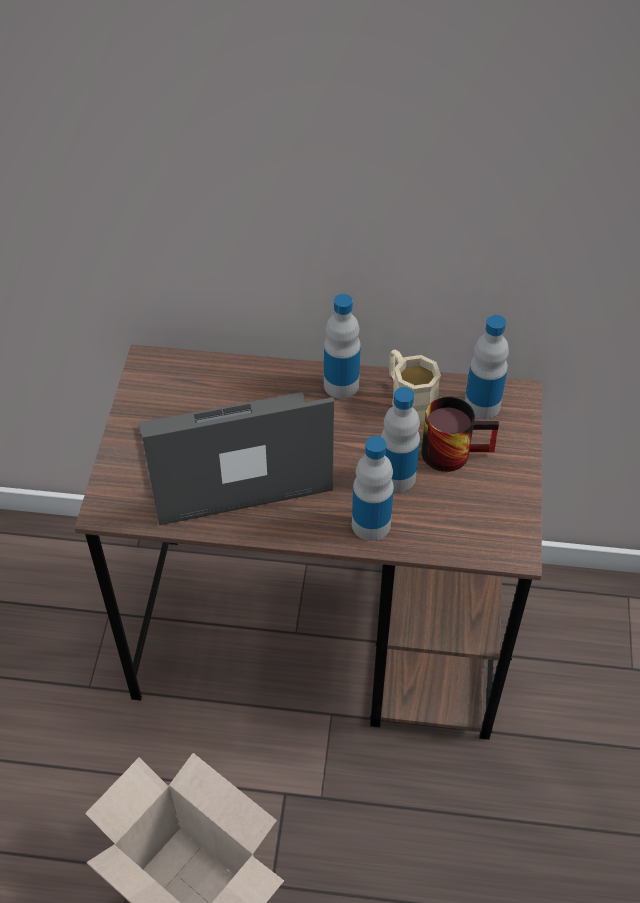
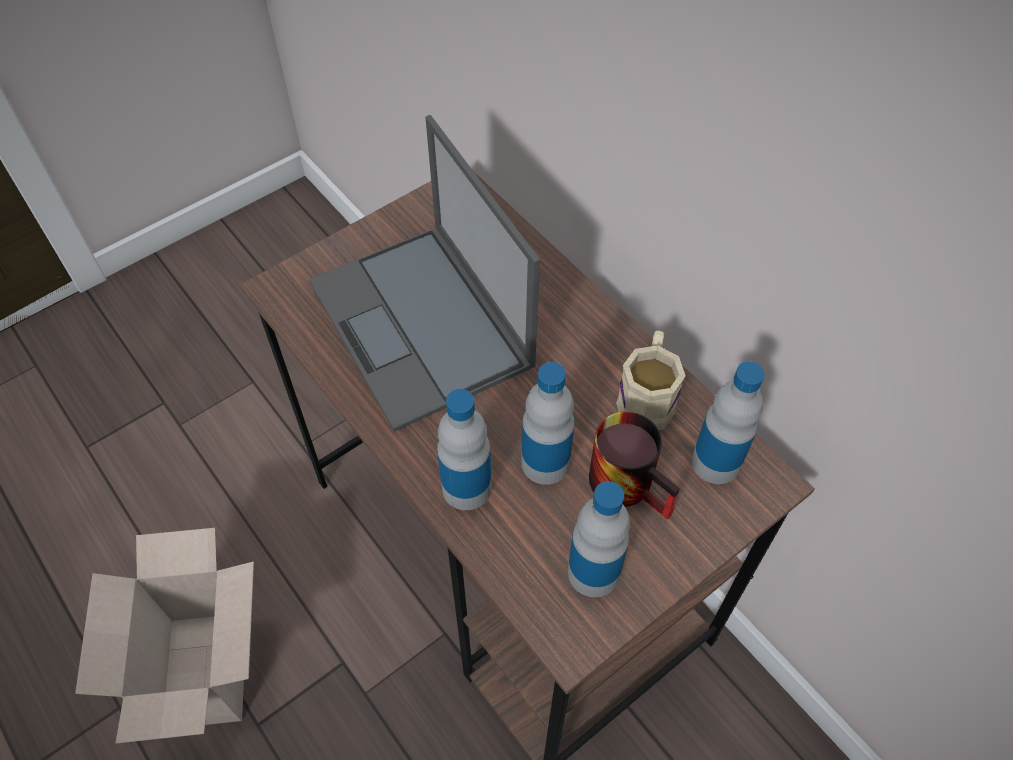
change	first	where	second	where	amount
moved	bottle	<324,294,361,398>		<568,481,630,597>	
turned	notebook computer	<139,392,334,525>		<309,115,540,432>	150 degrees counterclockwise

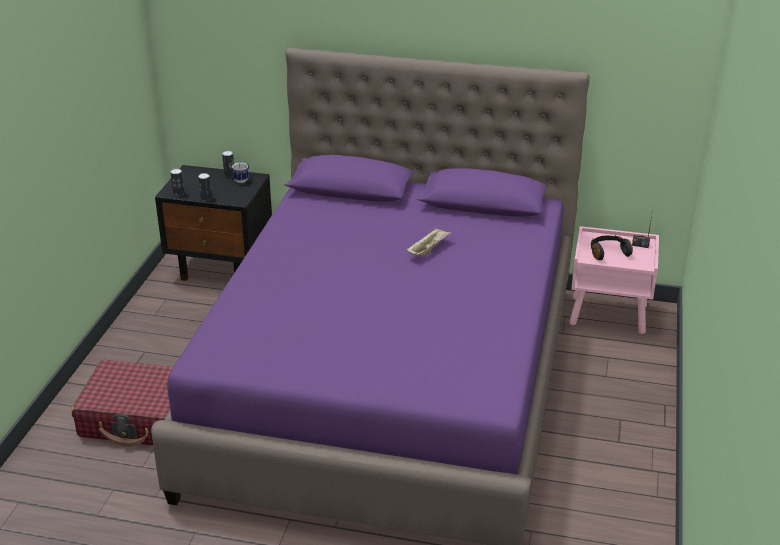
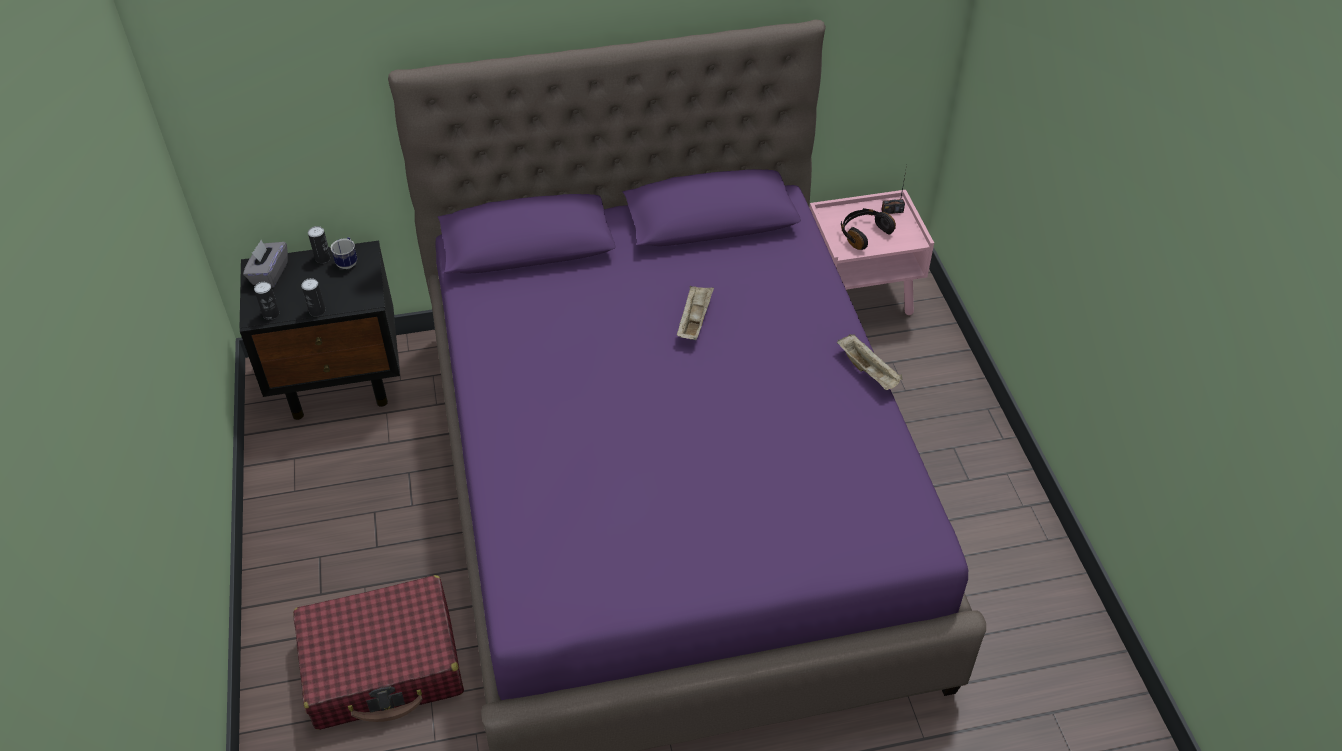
change	first	where	second	where	amount
added			tissue box/gray	<243,240,288,287>	
added			serving tray/beige-coloured	<837,334,902,390>	

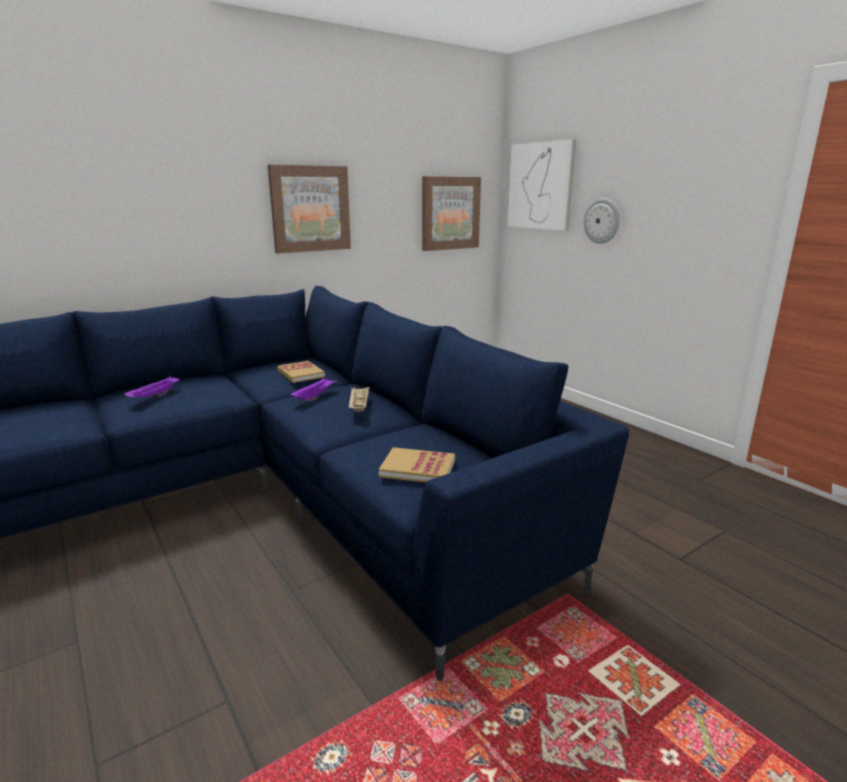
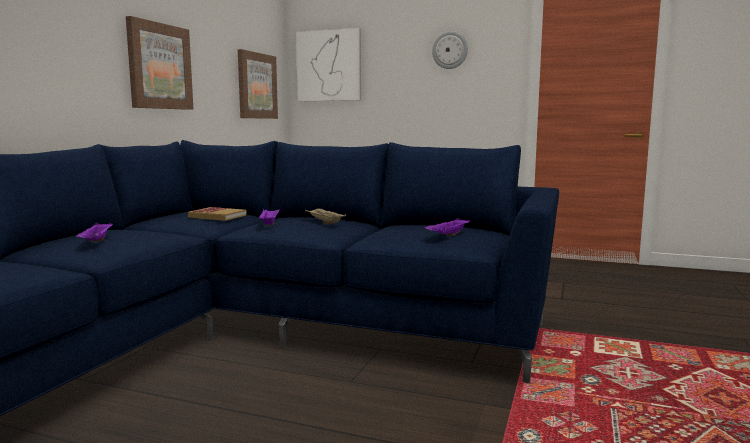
change	first	where	second	where	amount
moved	wall clock	<584,198,620,244>		<432,31,468,69>	
replaced	book	<379,447,455,483>	serving tray/purple-coloured	<424,218,470,236>	

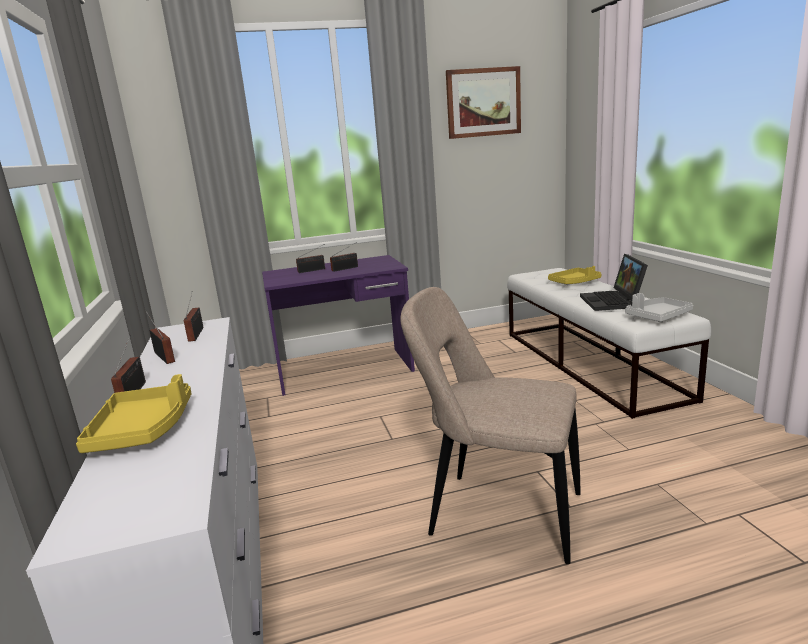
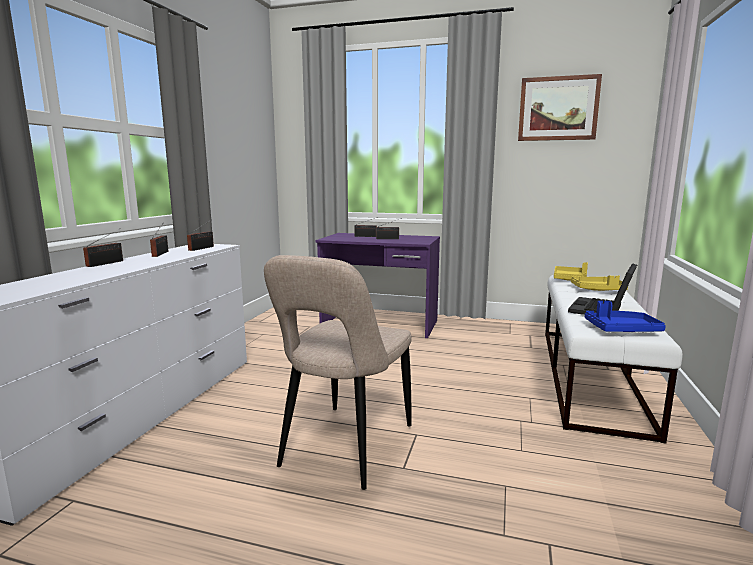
change	first	where	second	where	amount
turned	upright chair/beige-coloured	<400,287,581,564>		<264,255,412,490>	120 degrees counterclockwise
recoloured	serving tray/gray	<625,293,693,322>	serving tray/blue	<585,301,666,332>	
moved	serving tray/yellow	<76,374,191,453>		<554,262,588,281>	

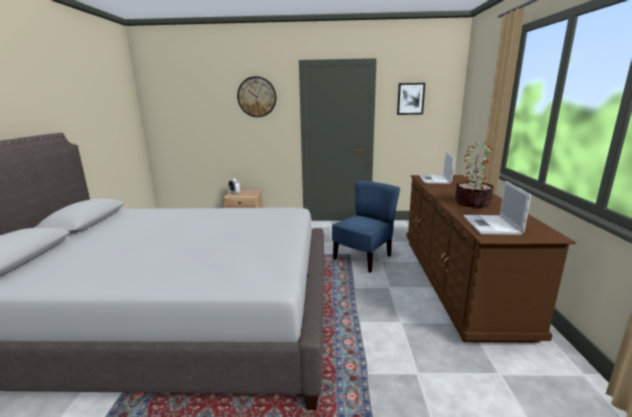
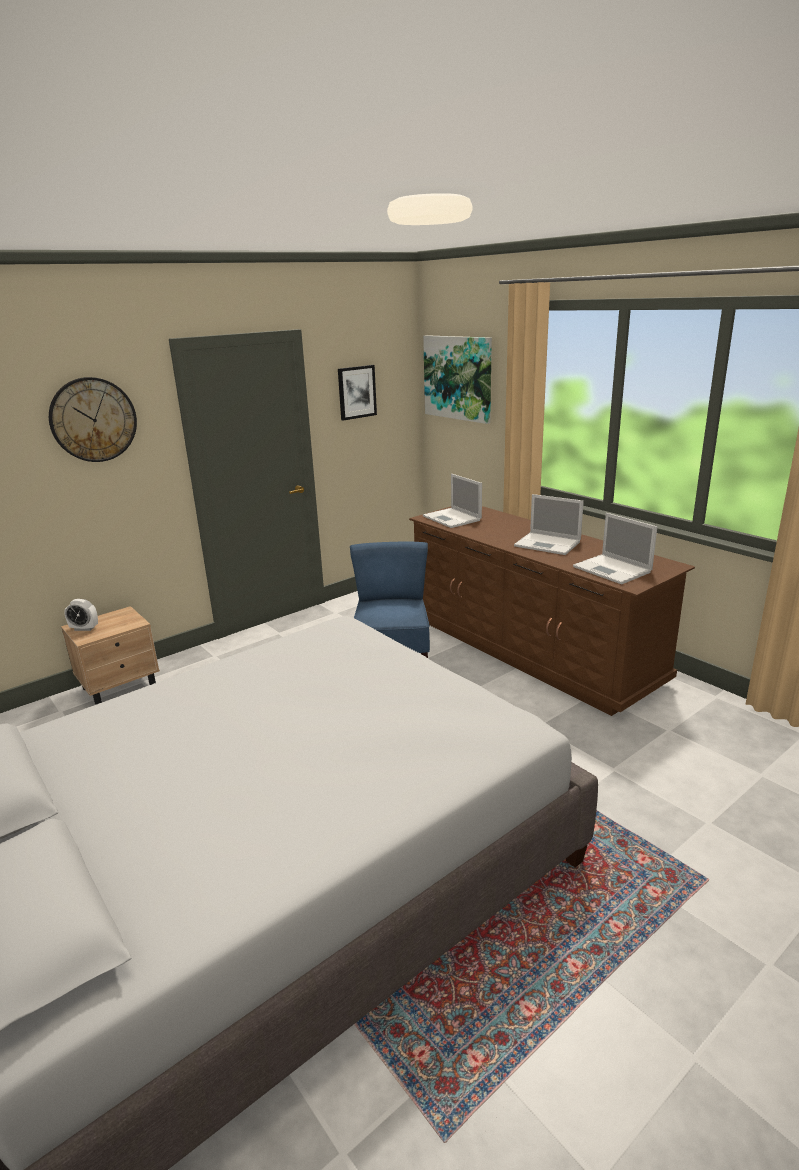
change	first	where	second	where	amount
replaced	houseplant	<455,142,494,207>	notebook computer	<514,494,584,555>	
added			picture	<423,335,492,424>	

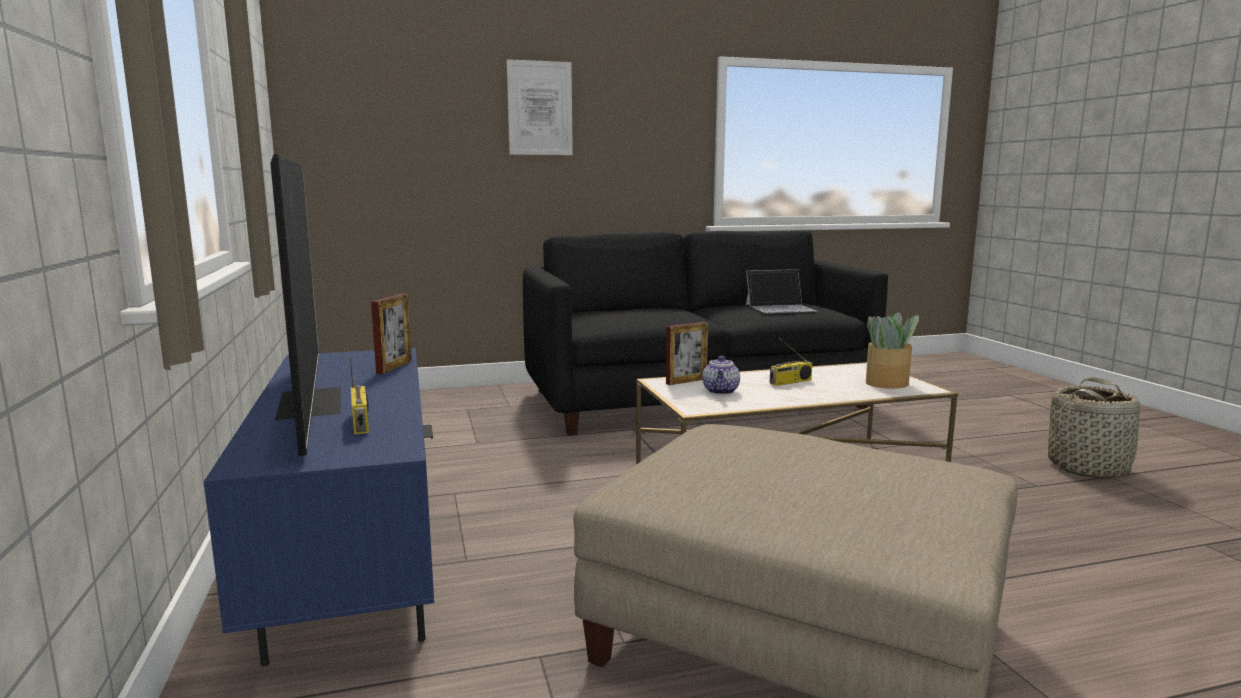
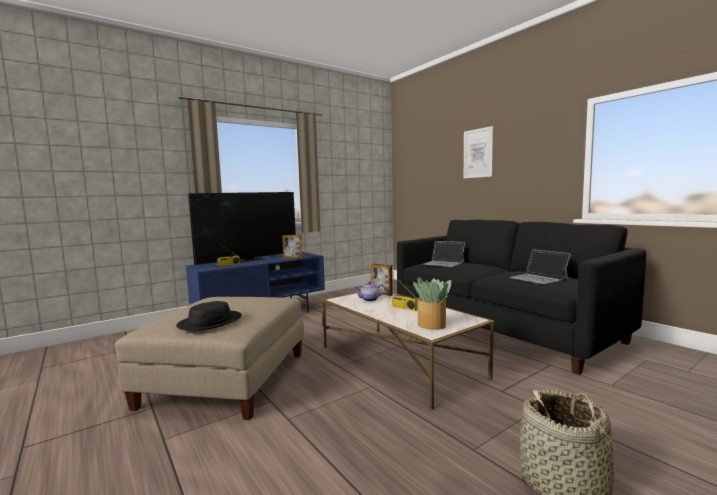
change	first	where	second	where	amount
added			notebook computer	<423,241,465,267>	
added			hat/black	<176,301,242,331>	

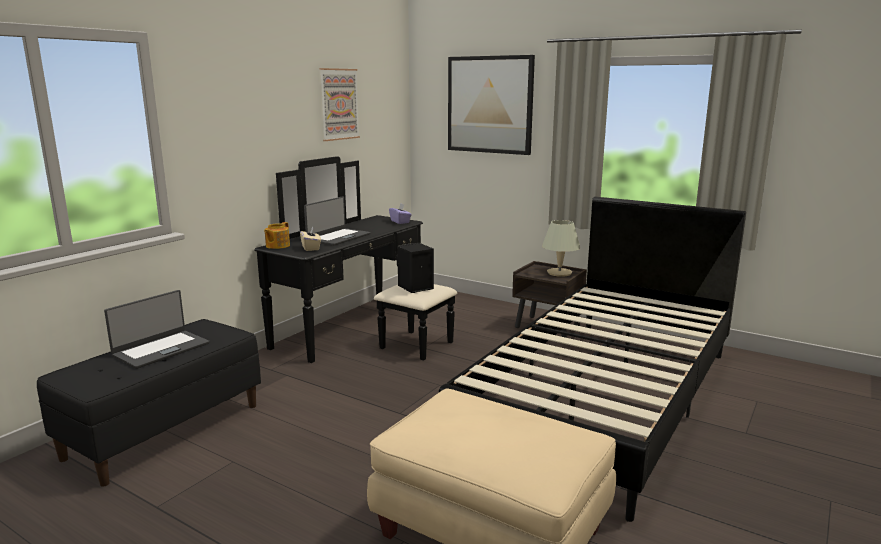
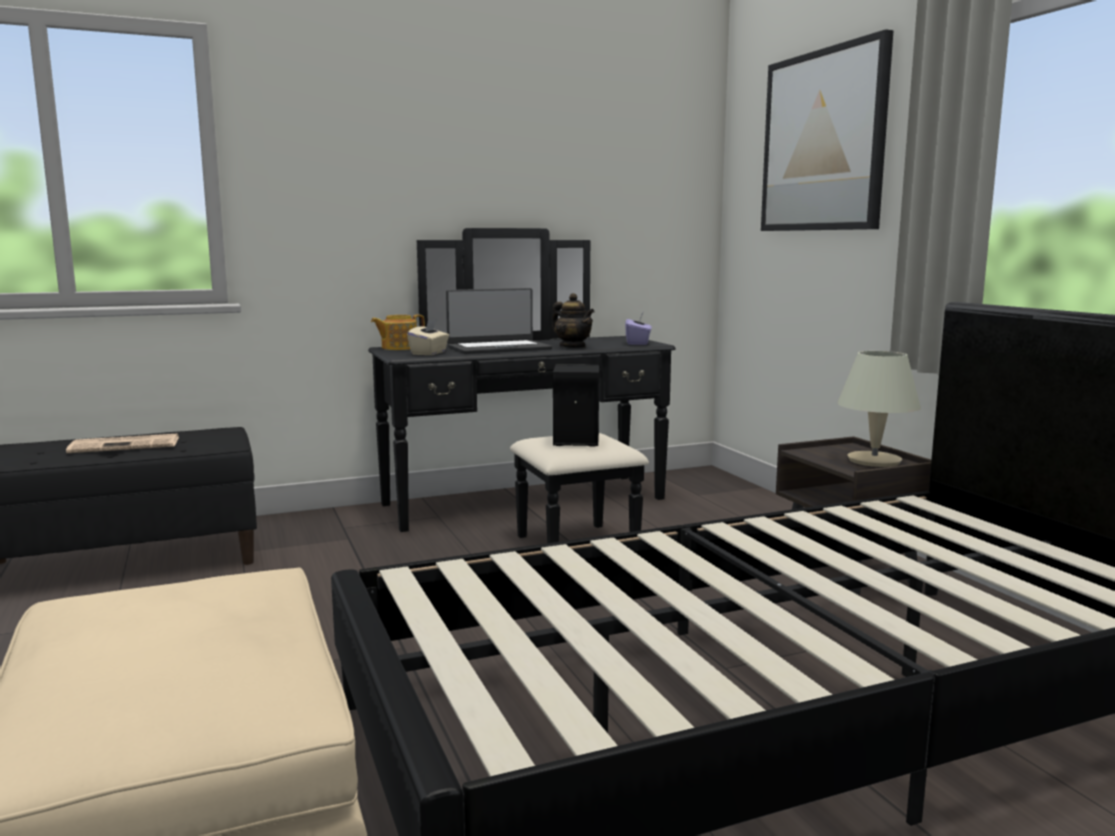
change	first	where	second	where	amount
removed	picture	<319,68,360,141>			
replaced	notebook computer	<104,290,209,369>	printed paper	<66,434,179,453>	
added			pot for tea	<552,293,594,348>	

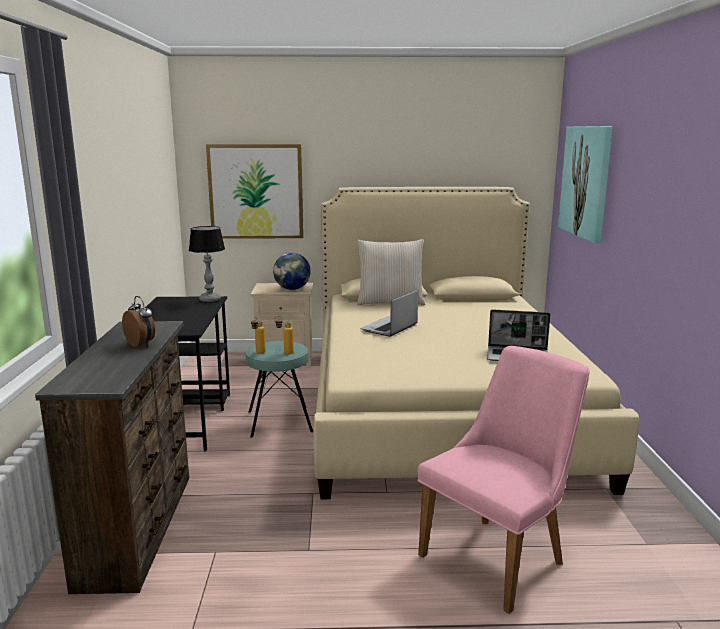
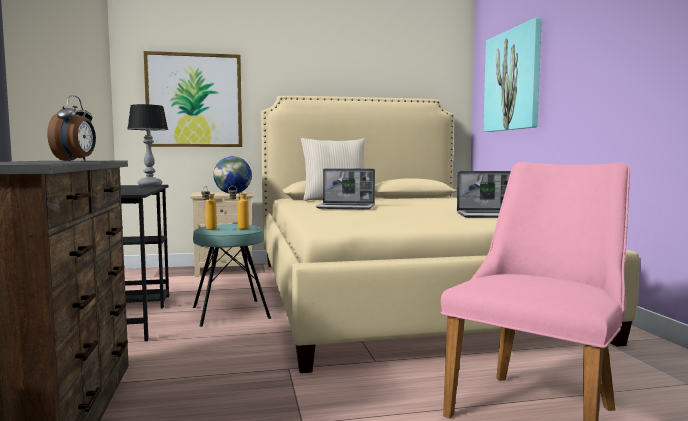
change	first	where	second	where	amount
turned	notebook computer	<360,289,418,337>		<316,168,375,210>	105 degrees counterclockwise
turned	bedside clock	<122,296,155,347>		<47,95,96,161>	60 degrees clockwise

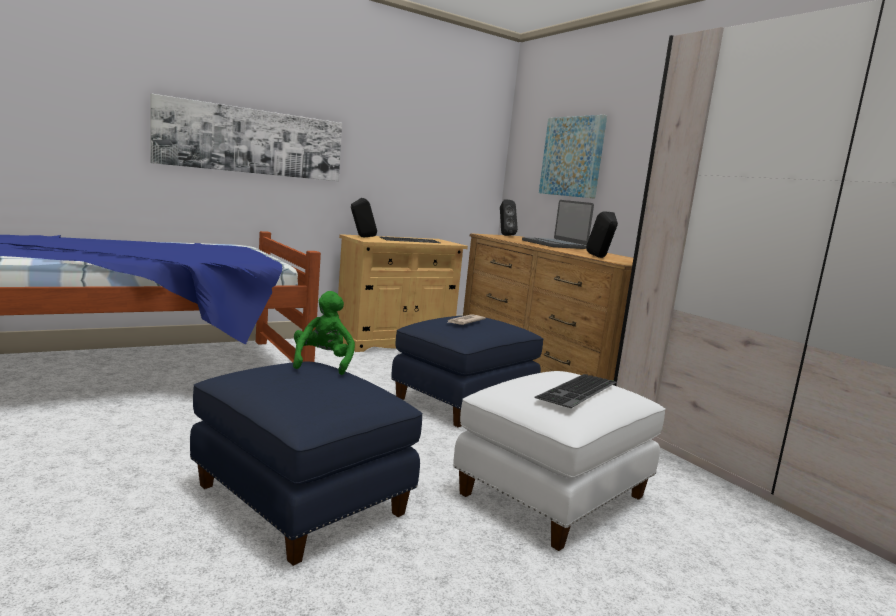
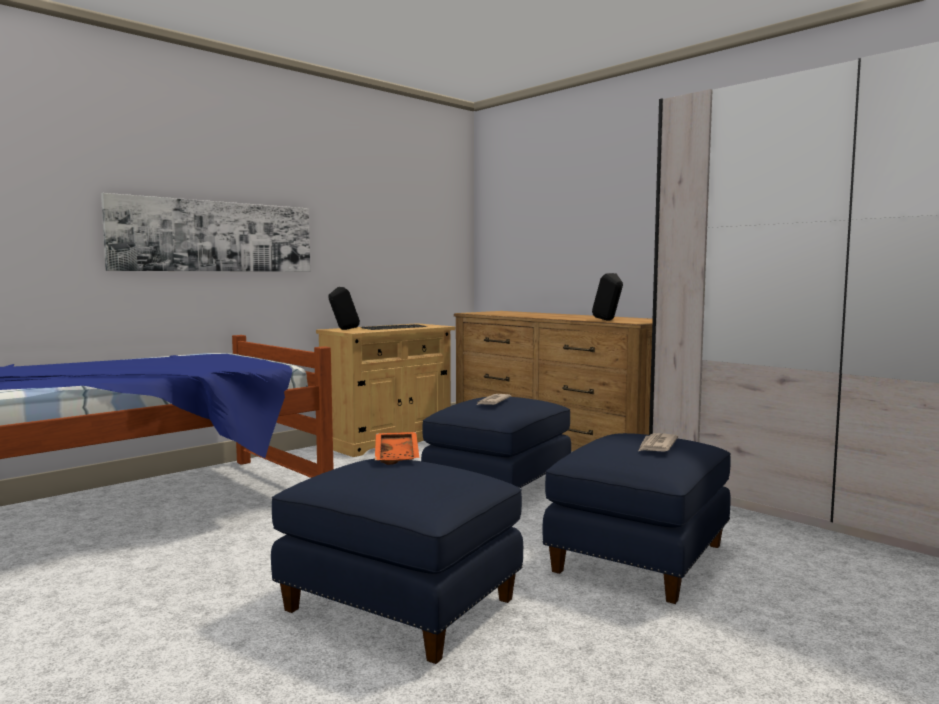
change	first	where	second	where	amount
removed	picture	<539,115,607,199>			
removed	audio speaker/black	<500,200,518,236>			
removed	notebook computer	<522,200,594,249>			
replaced	cuddly toy/green-coloured	<293,291,355,375>	serving tray/orangey	<375,432,419,465>	
recoloured	footrest/whitish	<453,371,666,551>	footrest/blue	<543,433,731,604>	
replaced	computer keyboard	<534,374,617,408>	printed paper	<639,433,678,452>	

